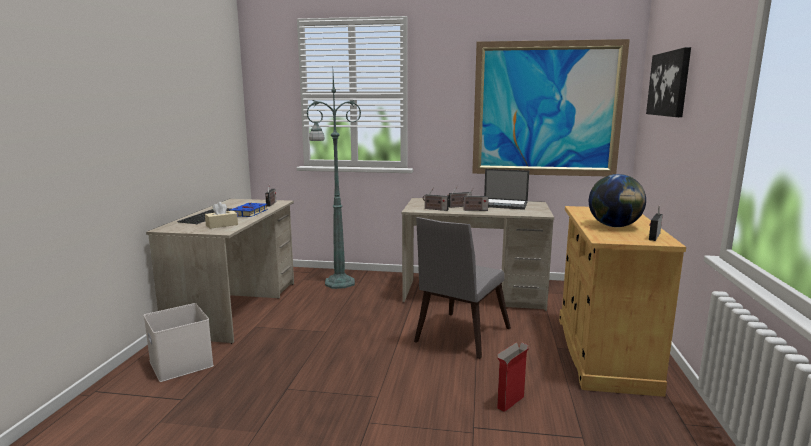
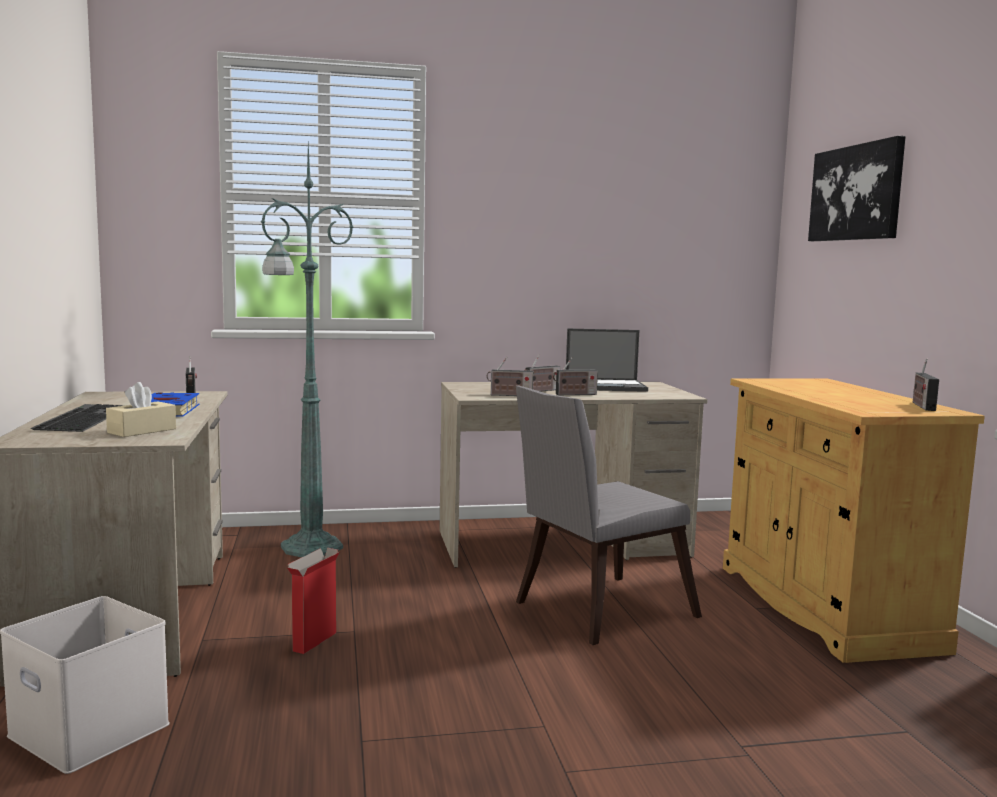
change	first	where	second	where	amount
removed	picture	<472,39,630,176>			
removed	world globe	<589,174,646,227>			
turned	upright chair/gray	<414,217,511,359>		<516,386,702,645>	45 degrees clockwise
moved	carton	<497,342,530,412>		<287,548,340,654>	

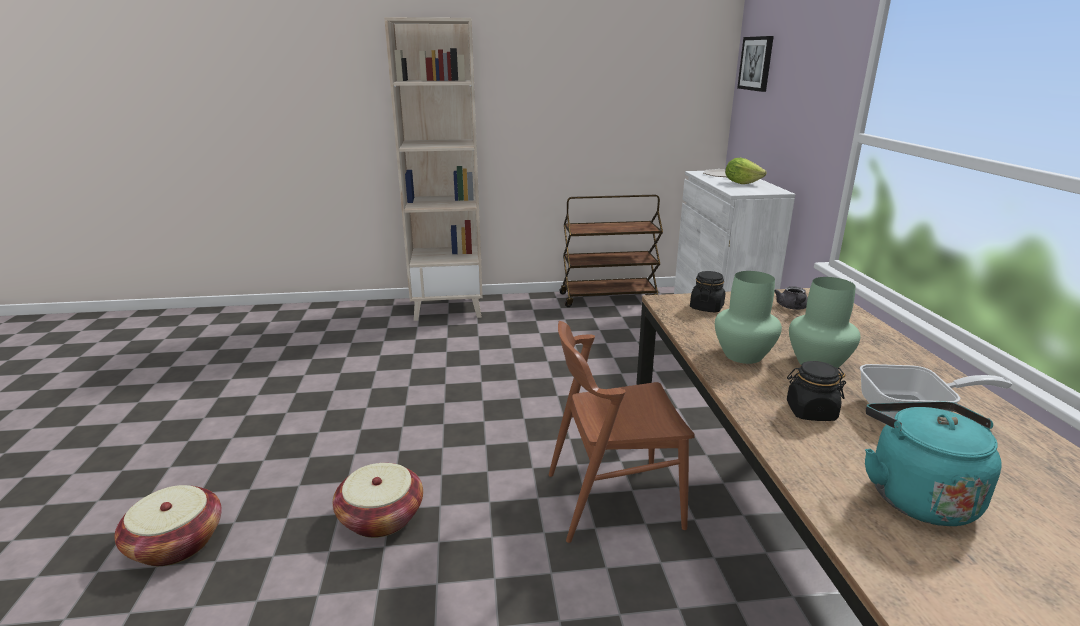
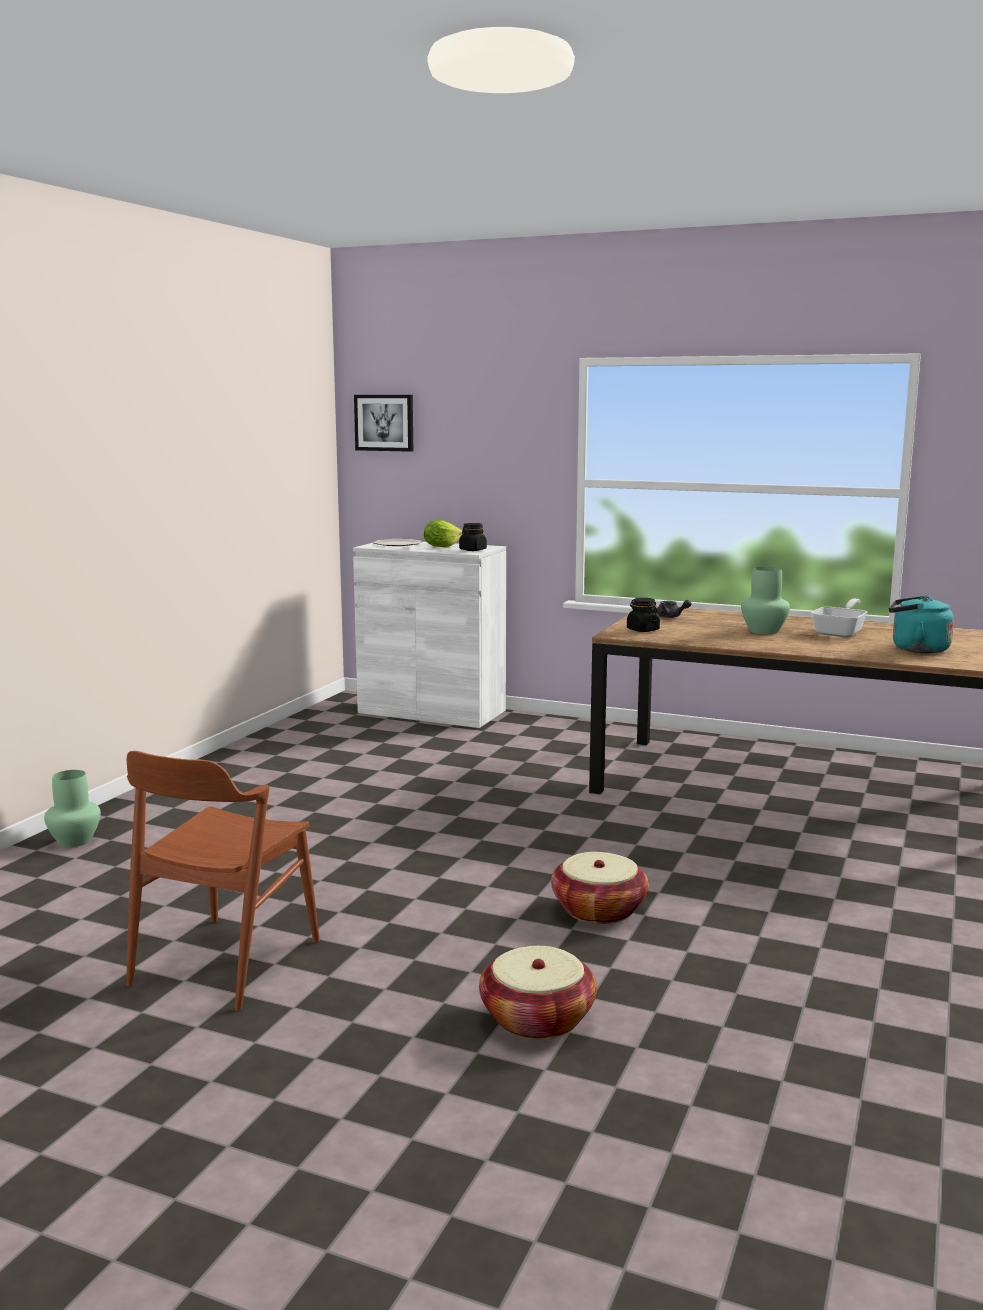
change	first	where	second	where	amount
removed	shelving unit/beige-coloured	<384,17,483,321>			
removed	cart/brown	<559,195,663,307>			
moved	vase/green-coloured	<715,271,782,364>		<44,770,101,847>	
moved	upright chair/brown	<549,321,695,543>		<126,751,320,1011>	
moved	jar/black	<787,361,846,421>		<459,523,487,551>	

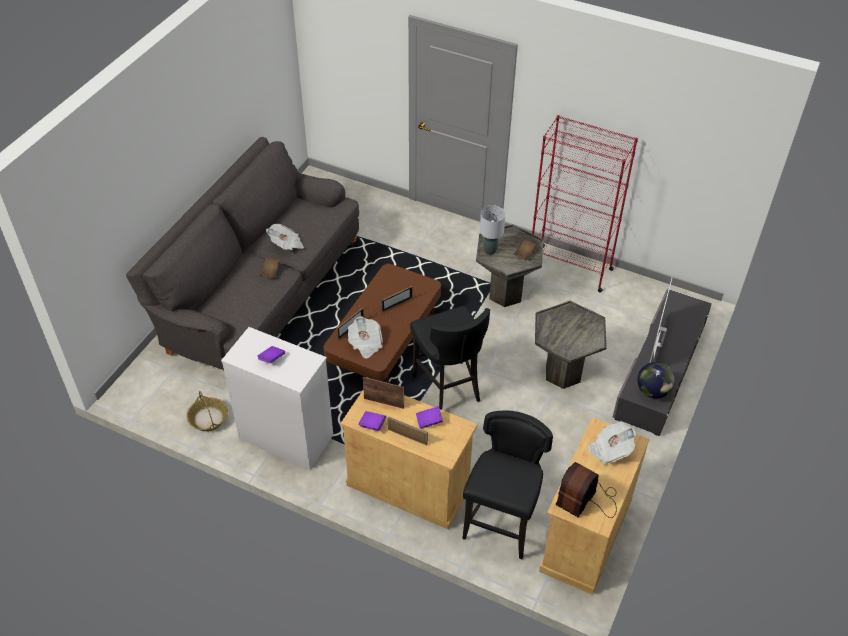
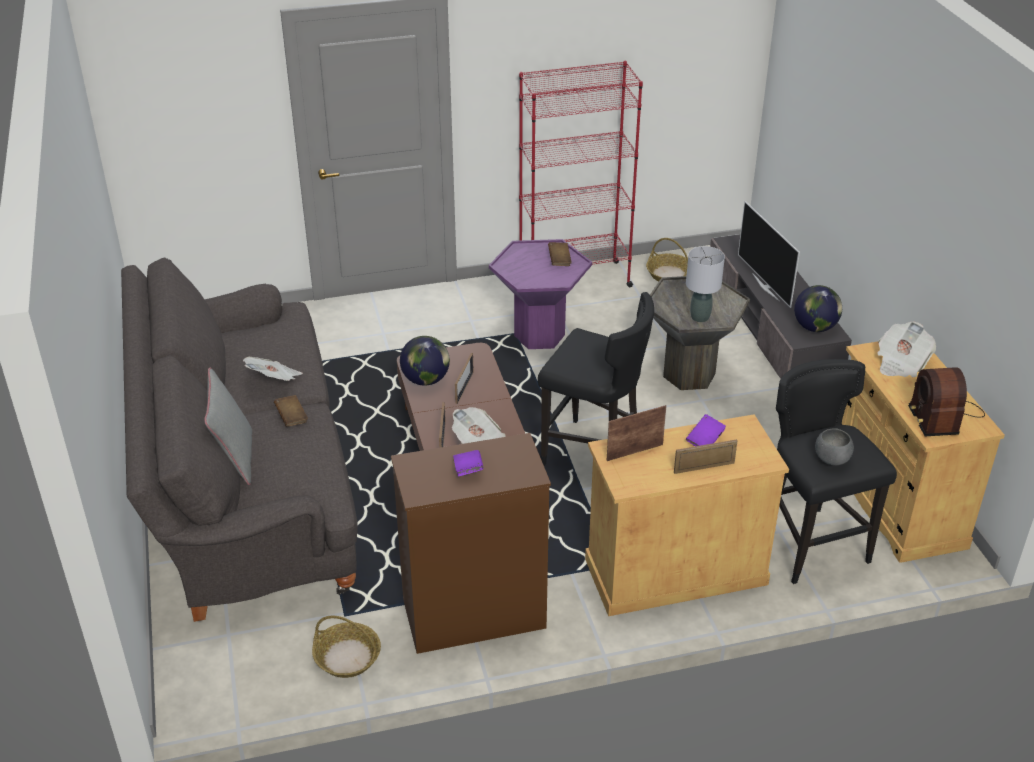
change	first	where	second	where	amount
moved	table lamp/gray	<480,205,505,255>		<686,246,725,322>	
recoloured	end table/gray	<476,224,544,307>	end table/purple-coloured	<489,239,592,349>	
recoloured	dresser/whitish	<221,327,333,470>	dresser/brown	<391,433,551,654>	
removed	book/purple-coloured	<358,411,386,431>			
added			basket	<646,238,688,281>	
added			world globe	<400,336,450,386>	
added			throw pillow/gray	<204,368,252,485>	
added			bowl/gray	<815,428,854,465>	

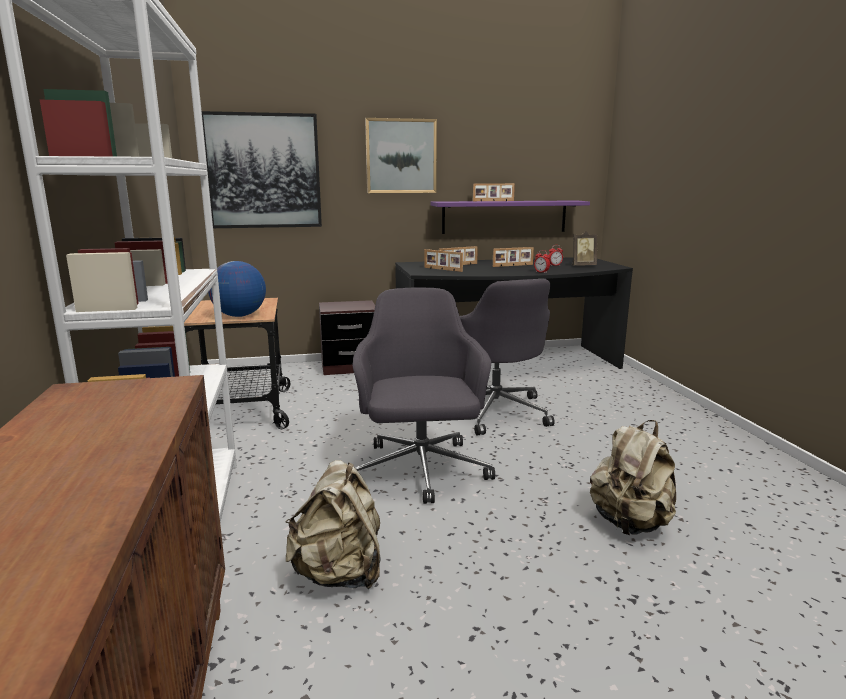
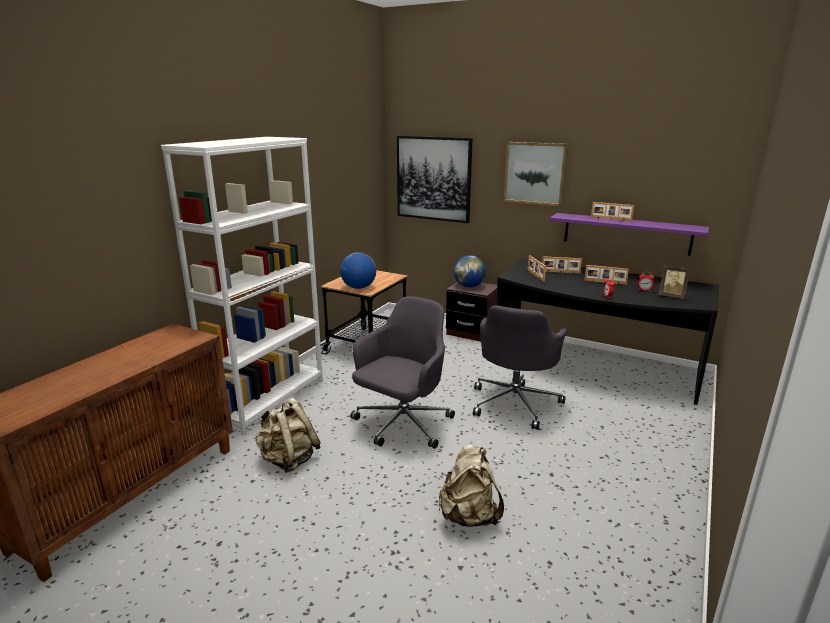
change	first	where	second	where	amount
added			world globe	<453,255,486,288>	

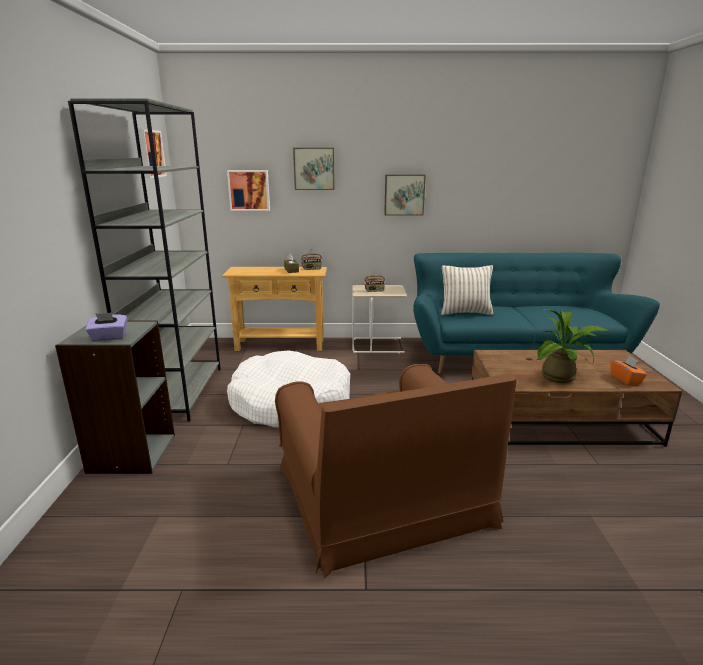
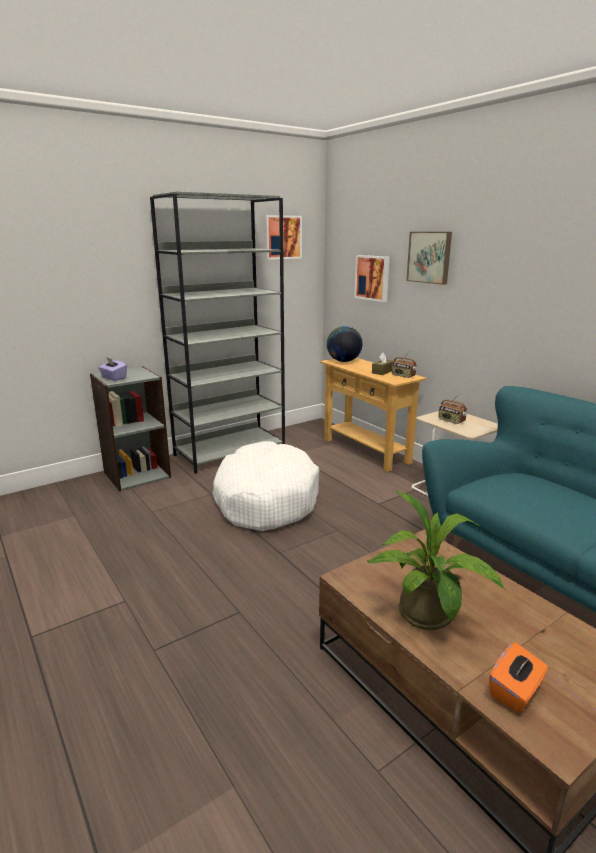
change	first	where	second	where	amount
removed	picture	<384,175,426,215>			
removed	throw pillow	<441,265,493,315>			
removed	lounge chair/brown	<275,364,517,579>			
added			world globe	<327,326,362,362>	

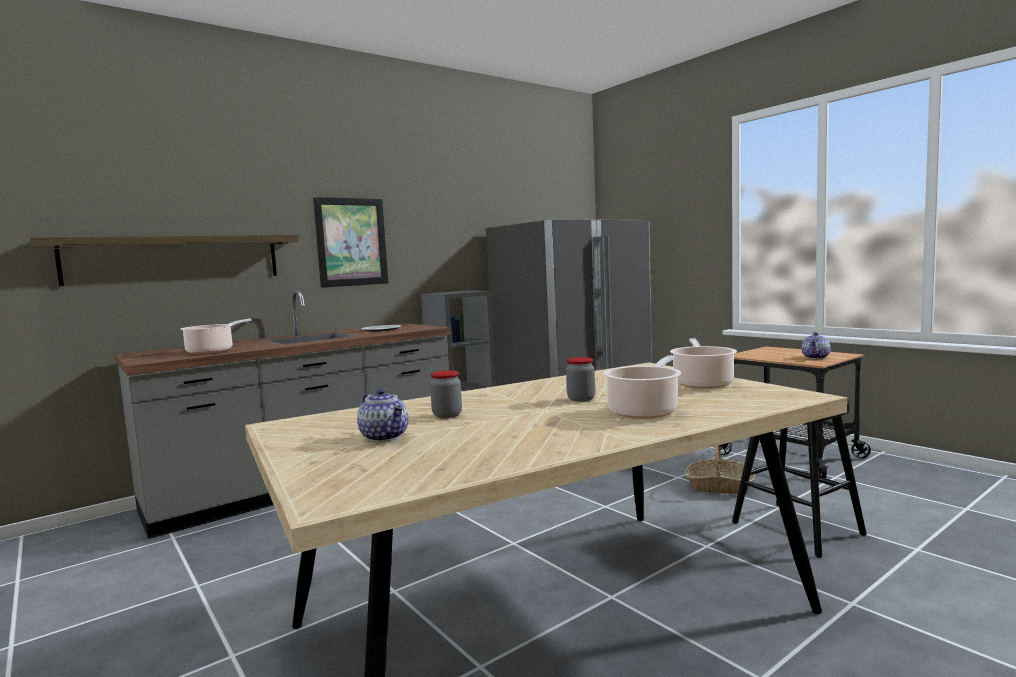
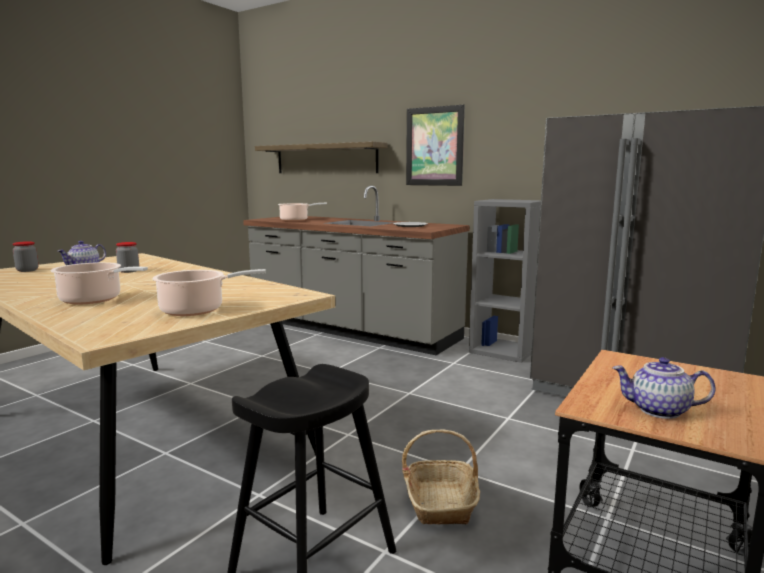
change	first	where	second	where	amount
moved	jar	<566,357,595,402>		<13,241,38,272>	

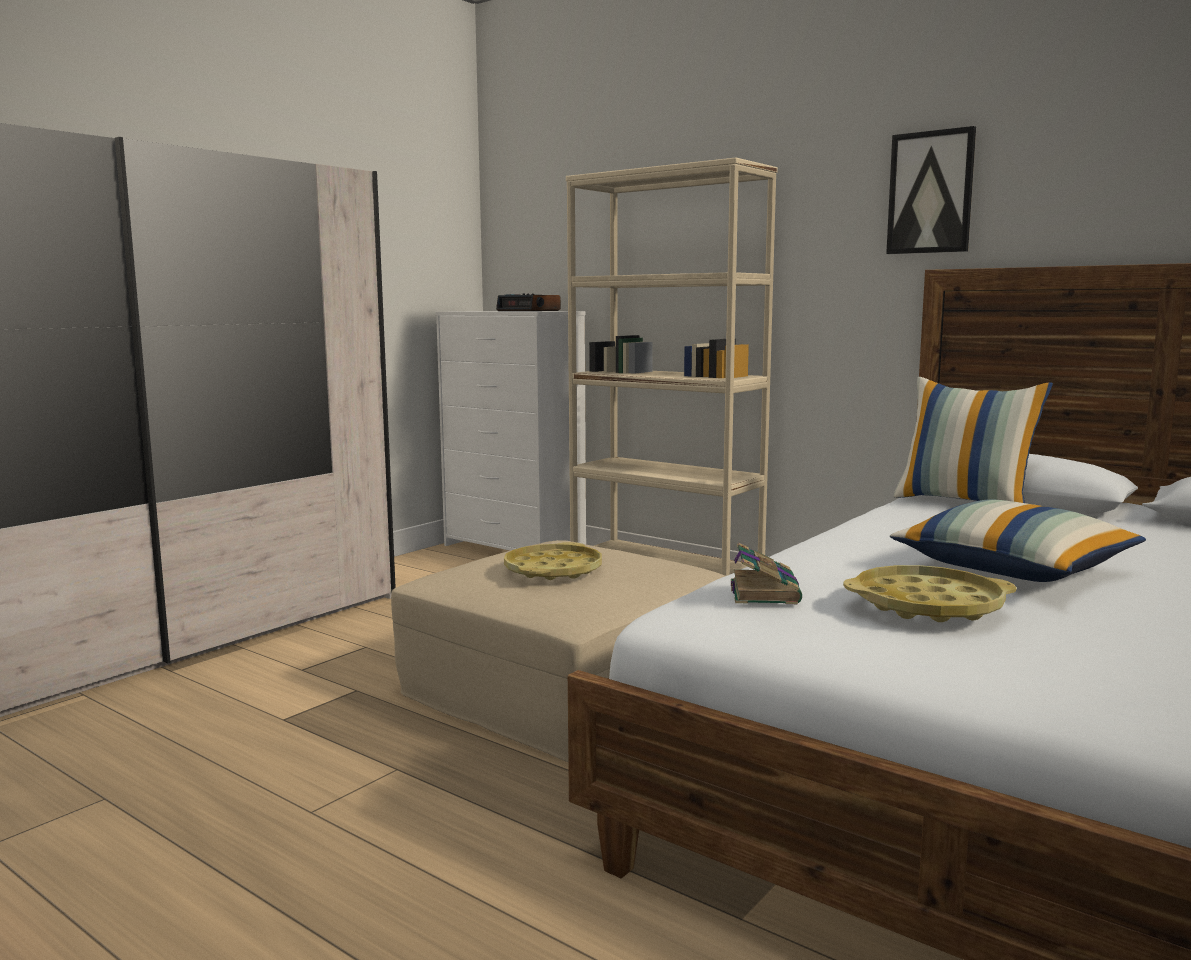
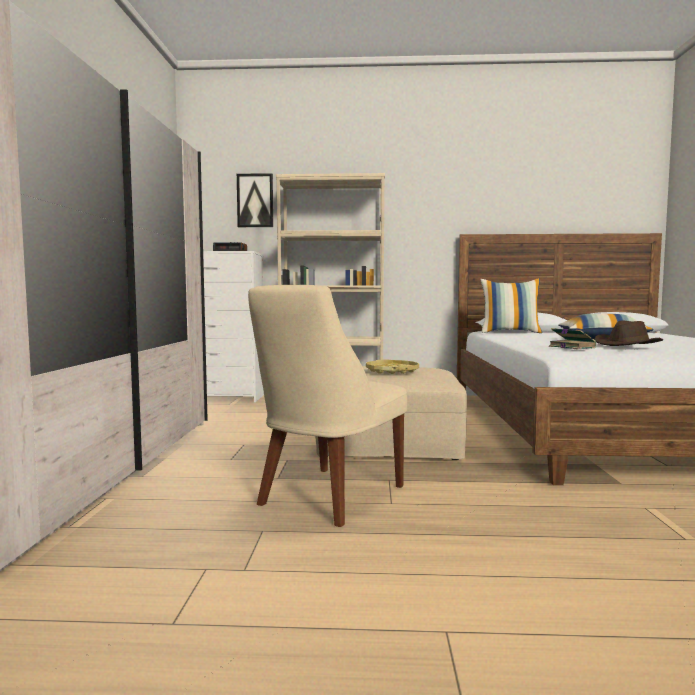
change	first	where	second	where	amount
moved	picture	<886,126,976,254>		<237,173,273,227>	
replaced	serving tray/yellow	<843,565,1017,622>	hat/brown	<595,320,663,346>	
added			upright chair/beige-coloured	<248,285,407,527>	

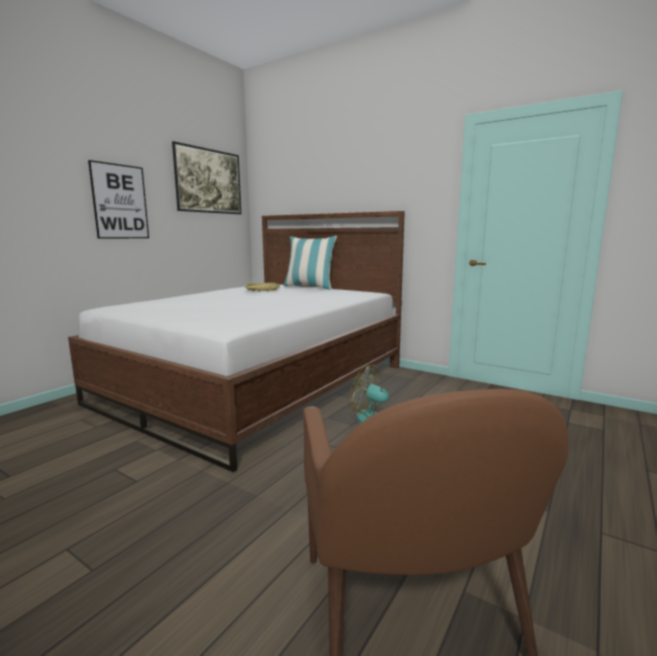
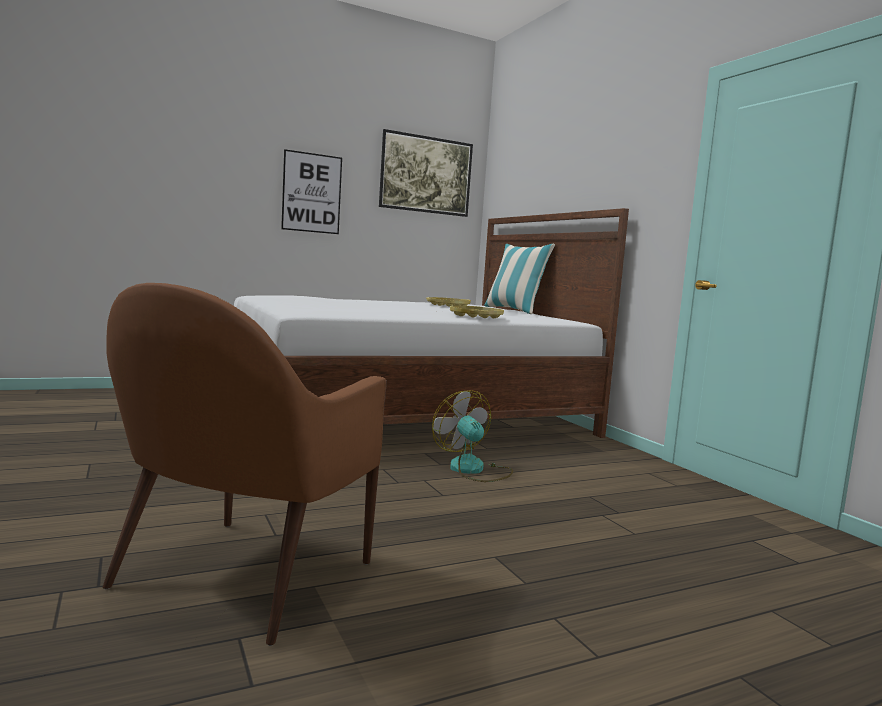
change	first	where	second	where	amount
added			serving tray/yellow	<450,306,504,318>	

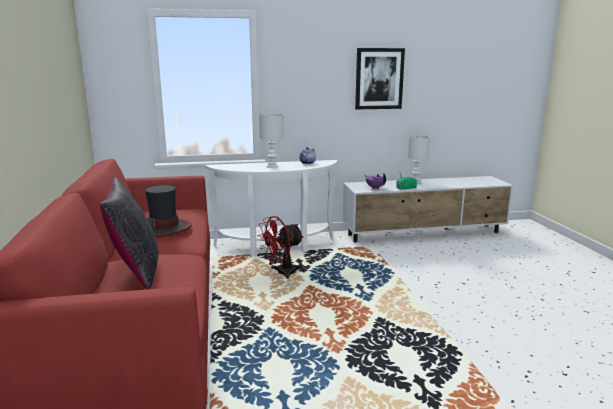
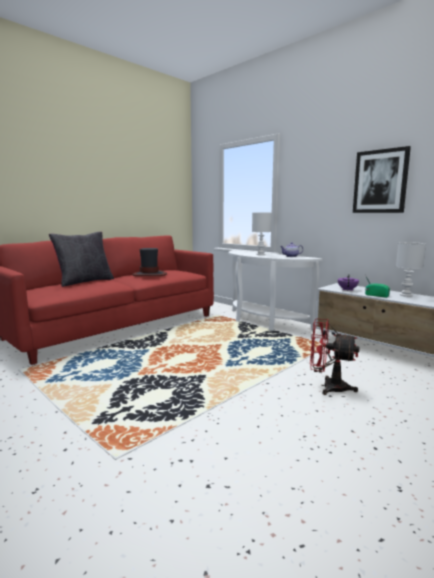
change	first	where	second	where	amount
moved	electric fan/red-coloured	<258,216,304,279>		<310,318,359,395>	

